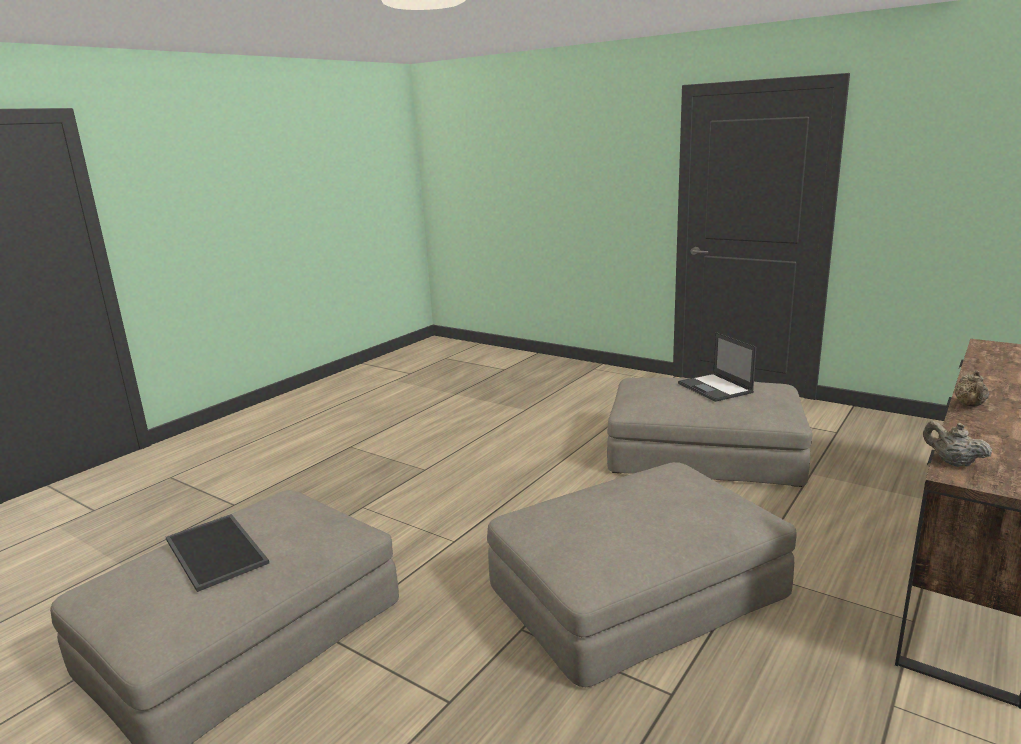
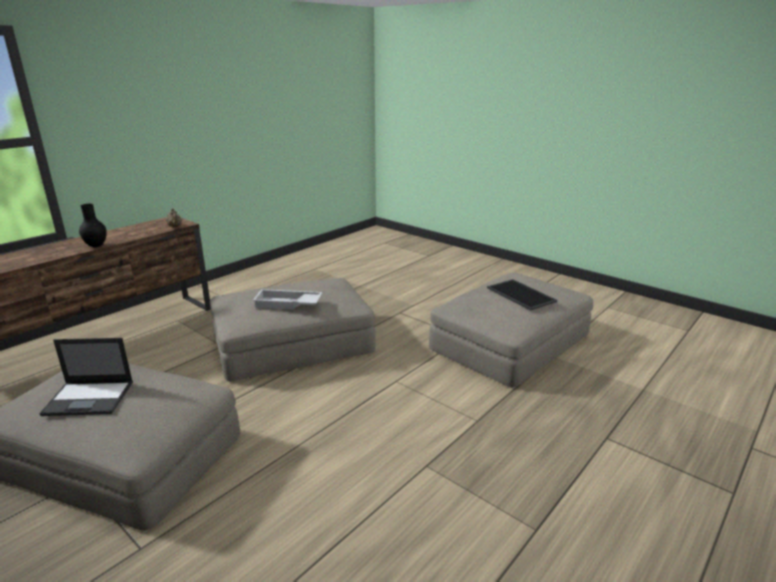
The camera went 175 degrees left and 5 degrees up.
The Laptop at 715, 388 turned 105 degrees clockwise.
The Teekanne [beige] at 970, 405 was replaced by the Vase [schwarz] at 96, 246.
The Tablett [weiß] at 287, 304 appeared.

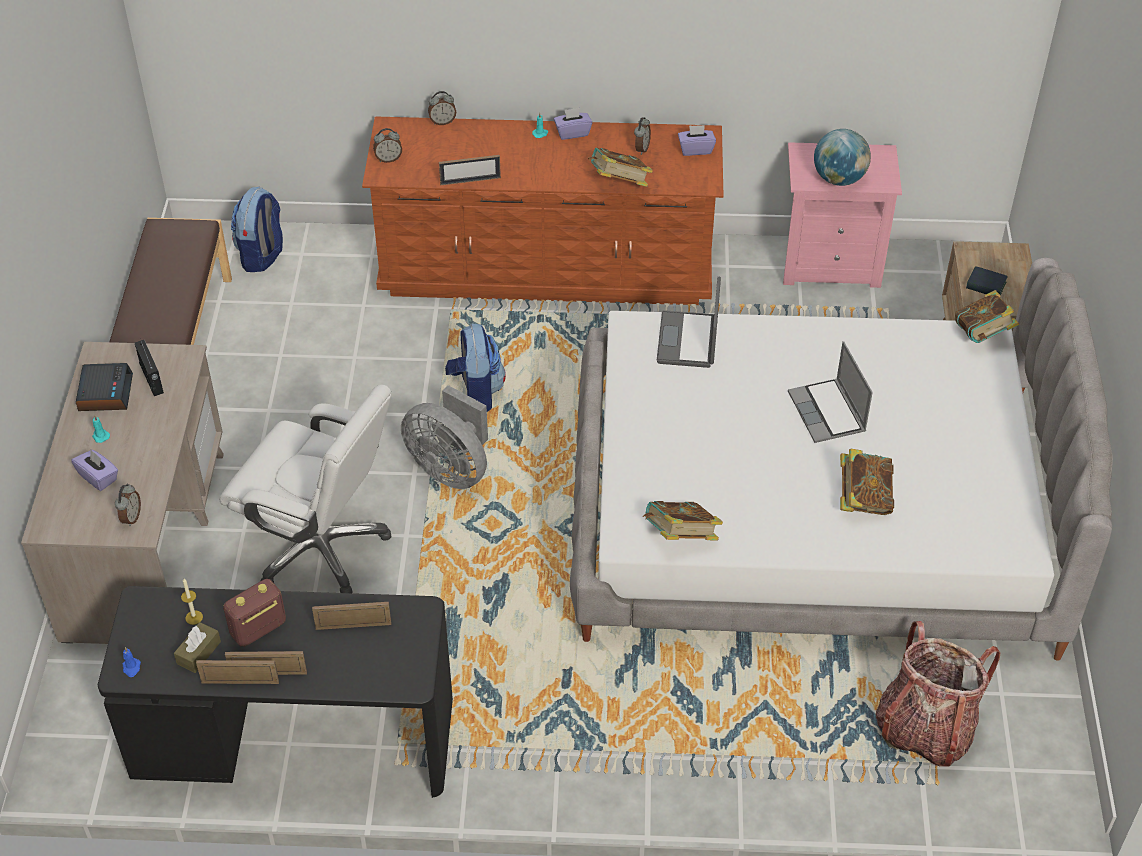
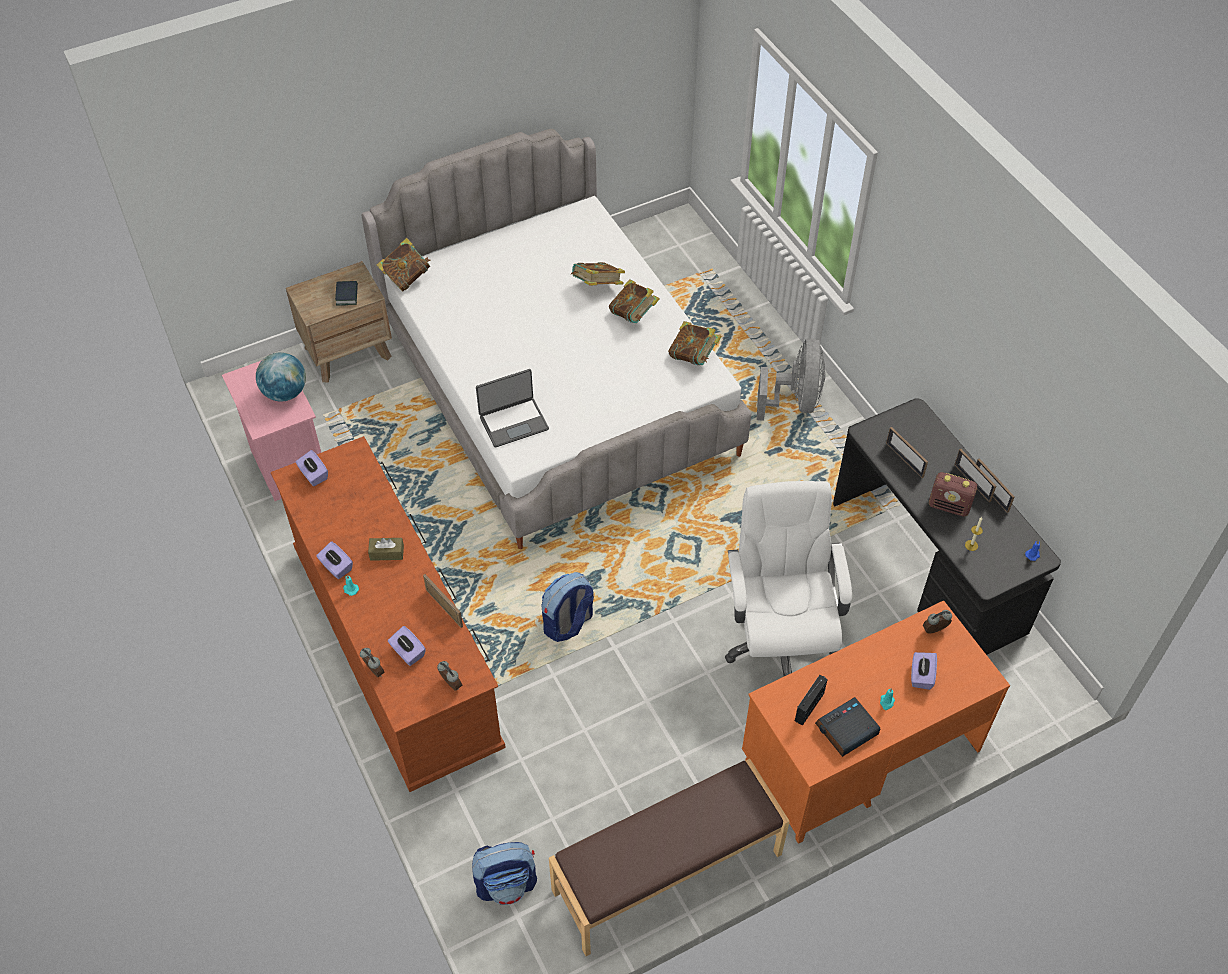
The camera went 120 degrees left and 5 degrees up.
The Taschentuchbox [braun] moved from 199, 652 to 387, 553.
The Taschentuchbox [lila] at 408, 652 appeared.
The Buch moved from 619, 184 to 633, 315.
The Schreibtisch [beige] at 145, 541 became the Schreibtisch [orange] at 859, 757.
The Ventilator [grau] moved from 451, 468 to 795, 401.
The Wecker at 641, 149 disappeared.
The Laptop at 828, 413 disappeared.
The Rucksack at 925, 729 disappeared.

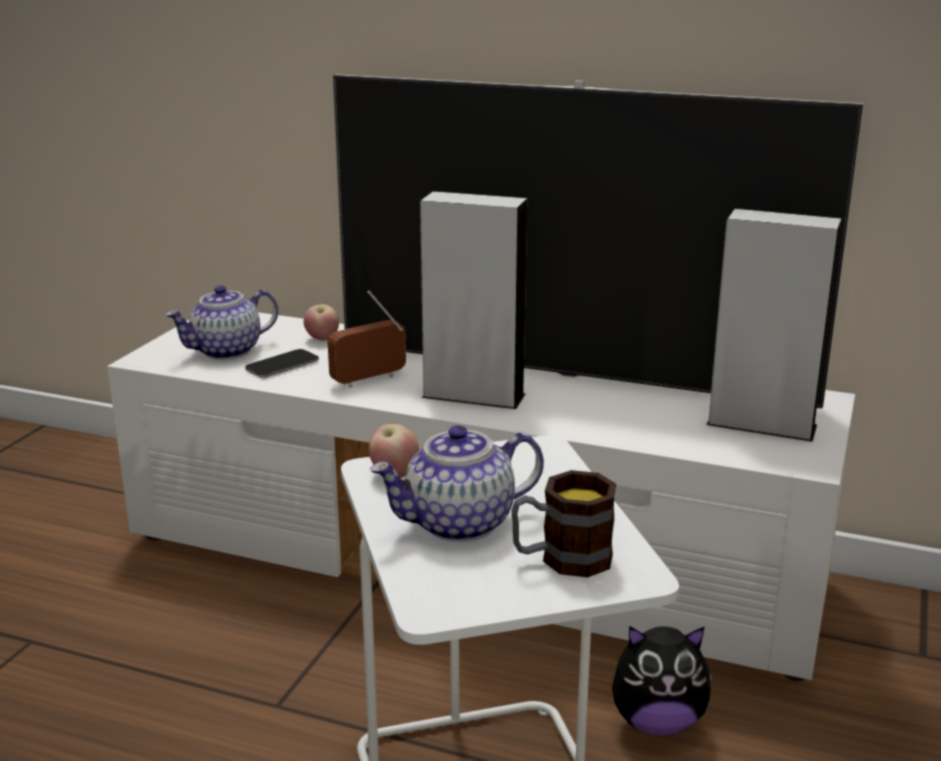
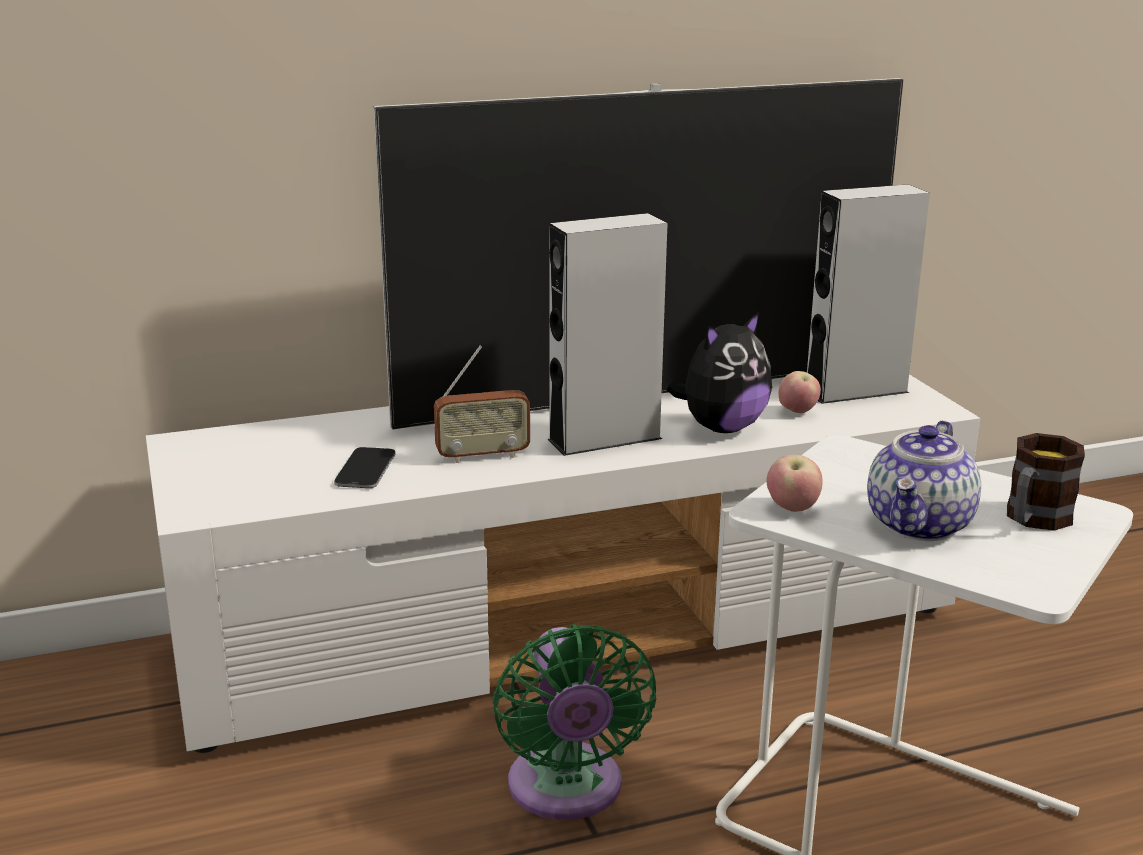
The camera went 40 degrees left and 0 degrees up.
The Radio at 369, 380 turned 120 degrees counterclockwise.
The Ventilator [grün] at 567, 791 appeared.
The Plüschtier moved from 657, 722 to 721, 428.
The Apfel moved from 322, 339 to 797, 412.
The Teekanne at 226, 351 disappeared.

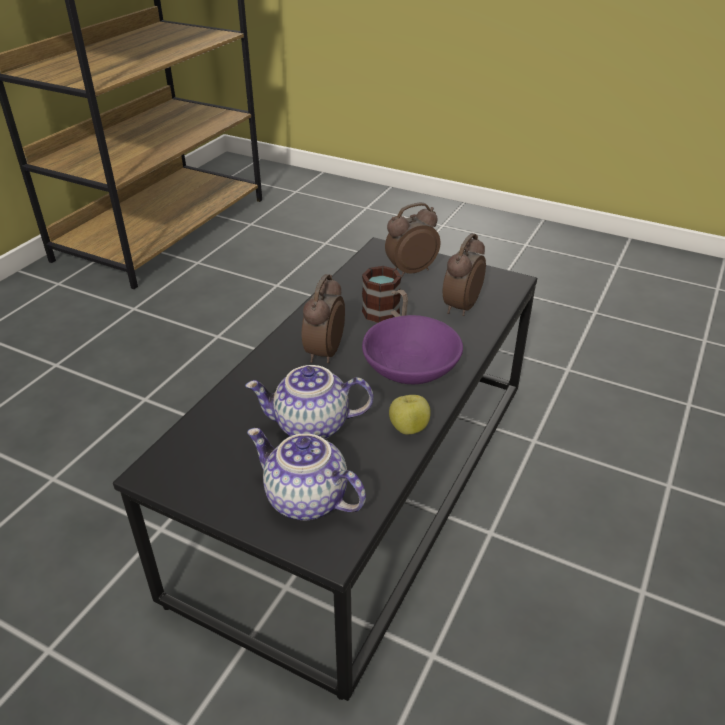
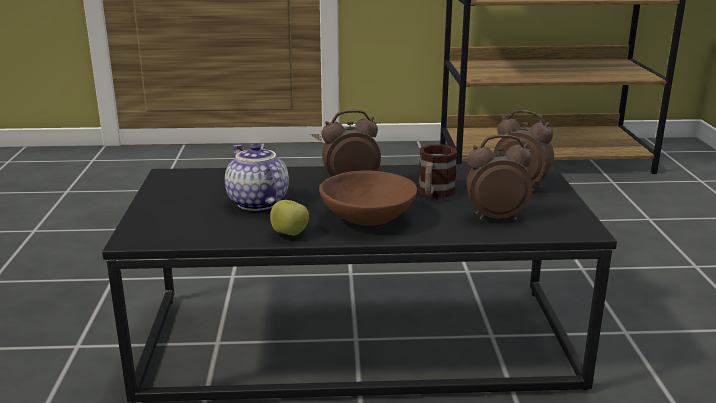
The camera went 60 degrees right and 15 degrees down.
The Schüssel [lila] at 410, 370 became the Schüssel [braun] at 368, 218.
The Teekanne at 304, 500 disappeared.

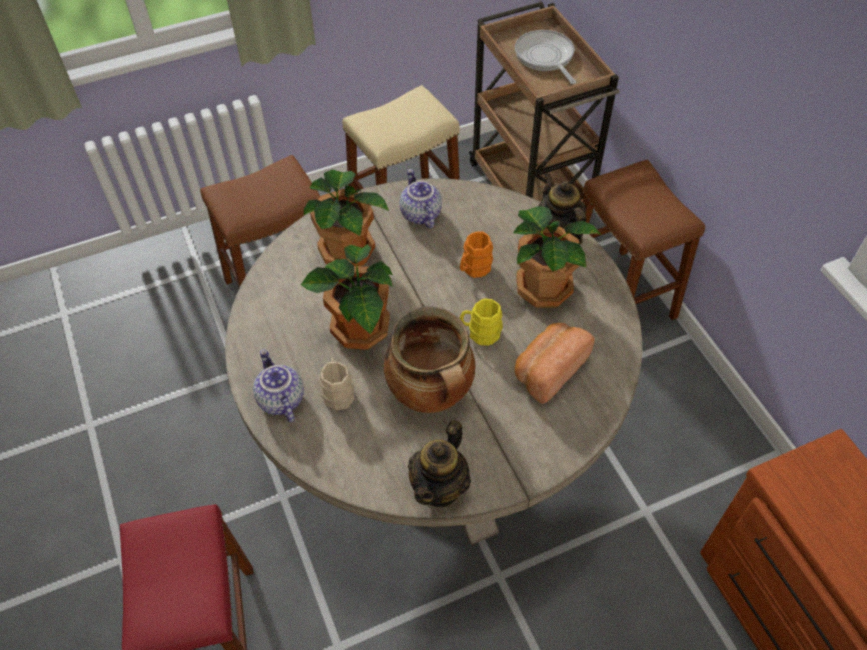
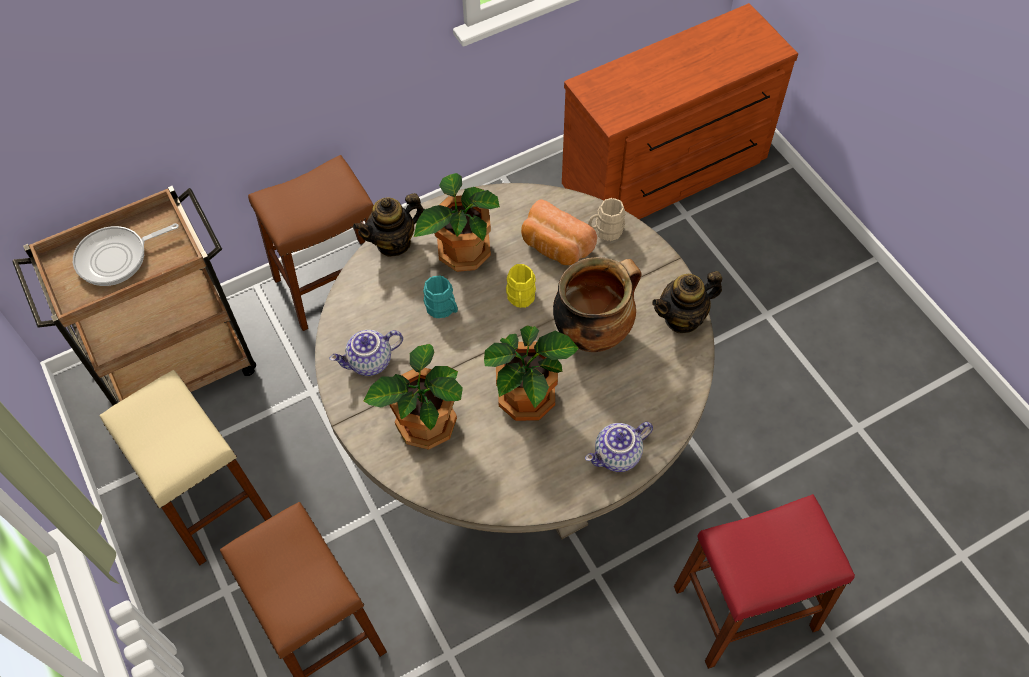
The camera went 95 degrees left and 5 degrees up.
The Henkelbecher [orange] at 474, 269 became the Henkelbecher [türkis] at 443, 309.
The Henkelbecher [beige] moved from 338, 392 to 605, 231.
The Teekanne at 440, 487 turned 135 degrees clockwise.

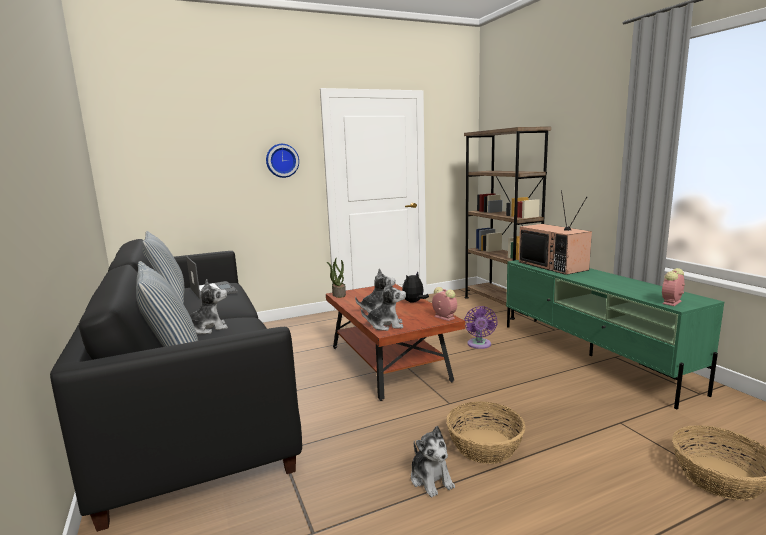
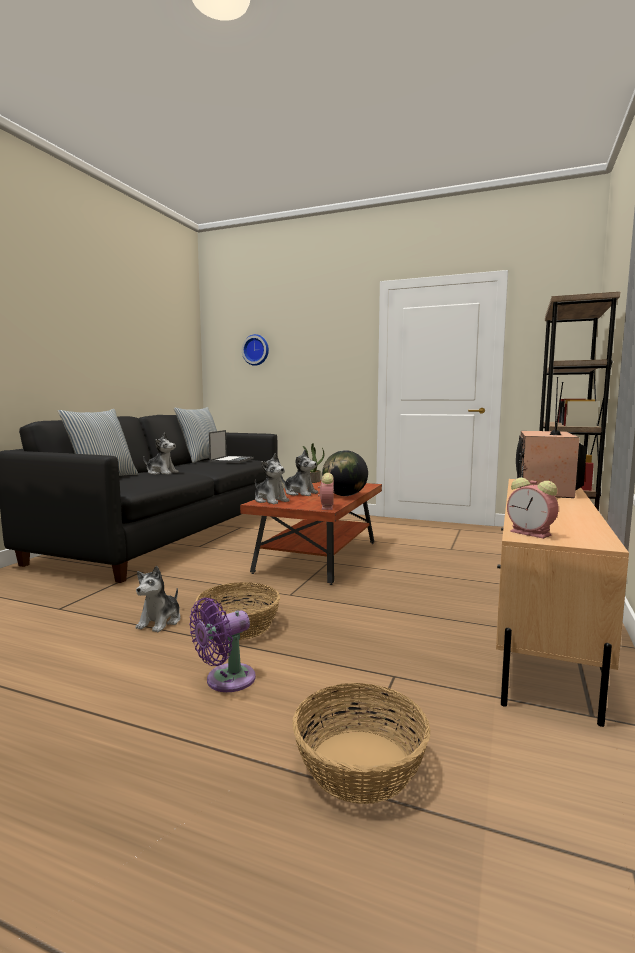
The camera went 45 degrees right and 5 degrees down.
The Ventilator [lila] moved from 479, 345 to 225, 680.
The Wanduhr moved from 282, 160 to 256, 350.
The Plüschtier at 414, 302 was replaced by the Globus at 344, 495.
The Fernsehschrank [grün] at 591, 356 became the Fernsehschrank [beige] at 540, 625.
The Wecker at 671, 303 turned 135 degrees counterclockwise.

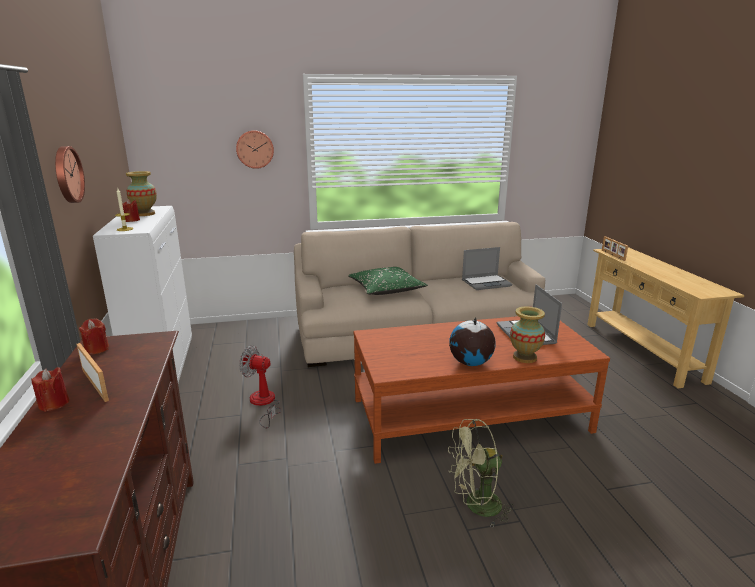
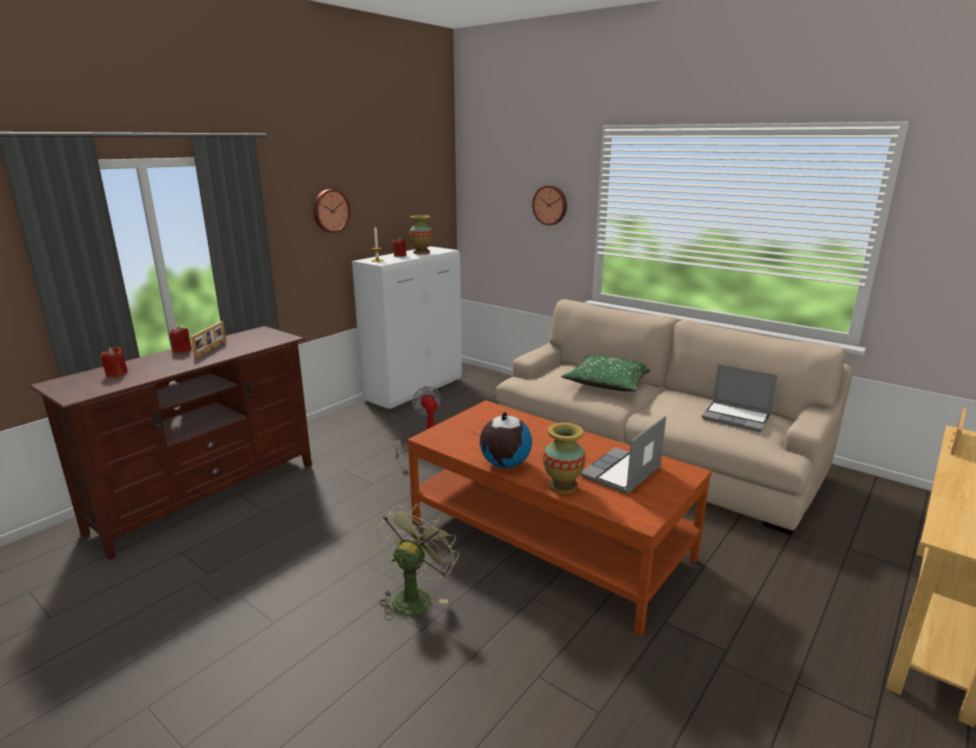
The camera went 50 degrees right and 0 degrees up.
The Kerze [rot] moved from 97, 349 to 116, 374.
The Ventilator [grün] at 476, 507 turned 75 degrees clockwise.

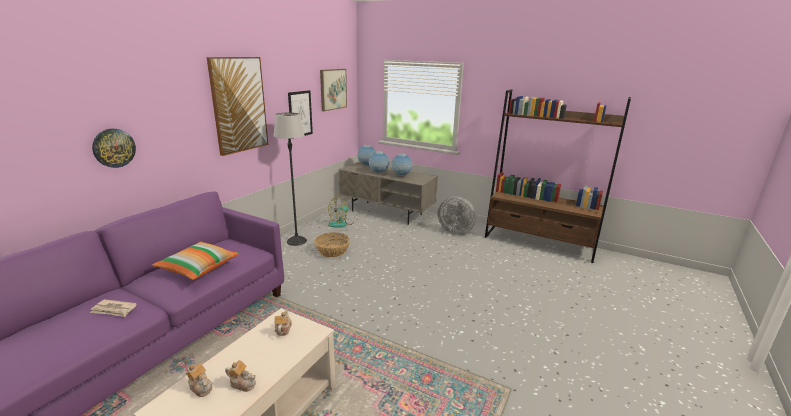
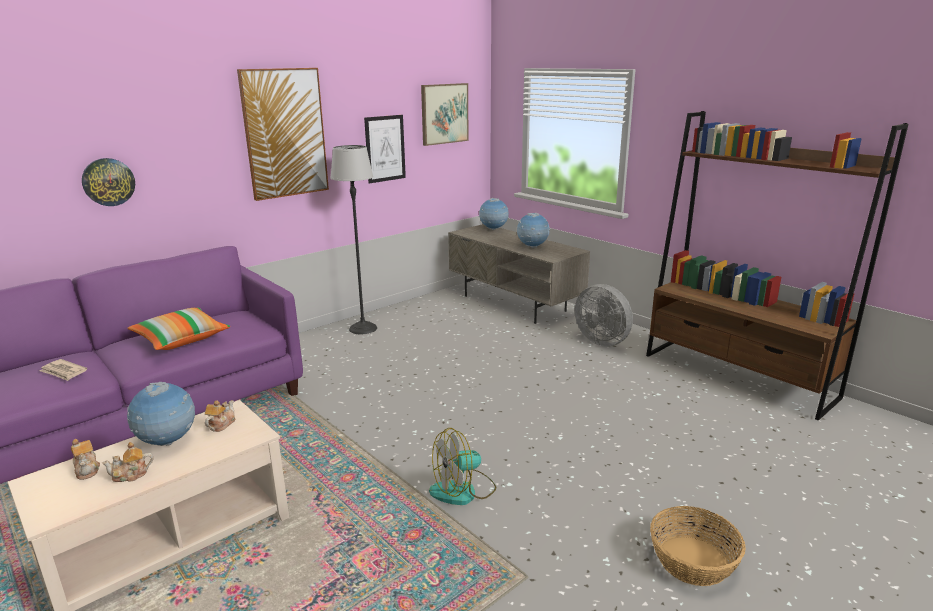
The camera went 20 degrees right and 0 degrees up.
The Teekanne at 242, 383 turned 120 degrees clockwise.
The Globus moved from 378, 173 to 168, 442.
The Ventilator moved from 341, 223 to 463, 490.
The Korb moved from 332, 251 to 692, 560.

